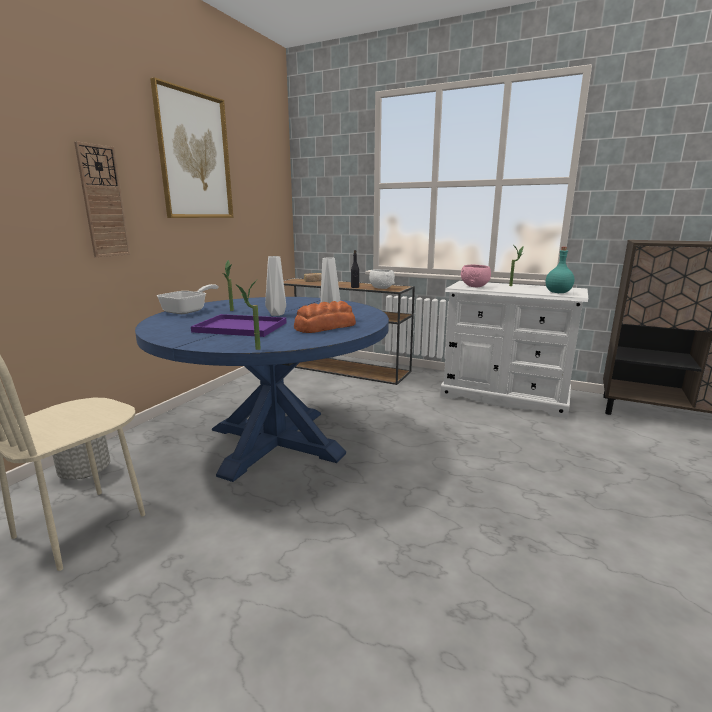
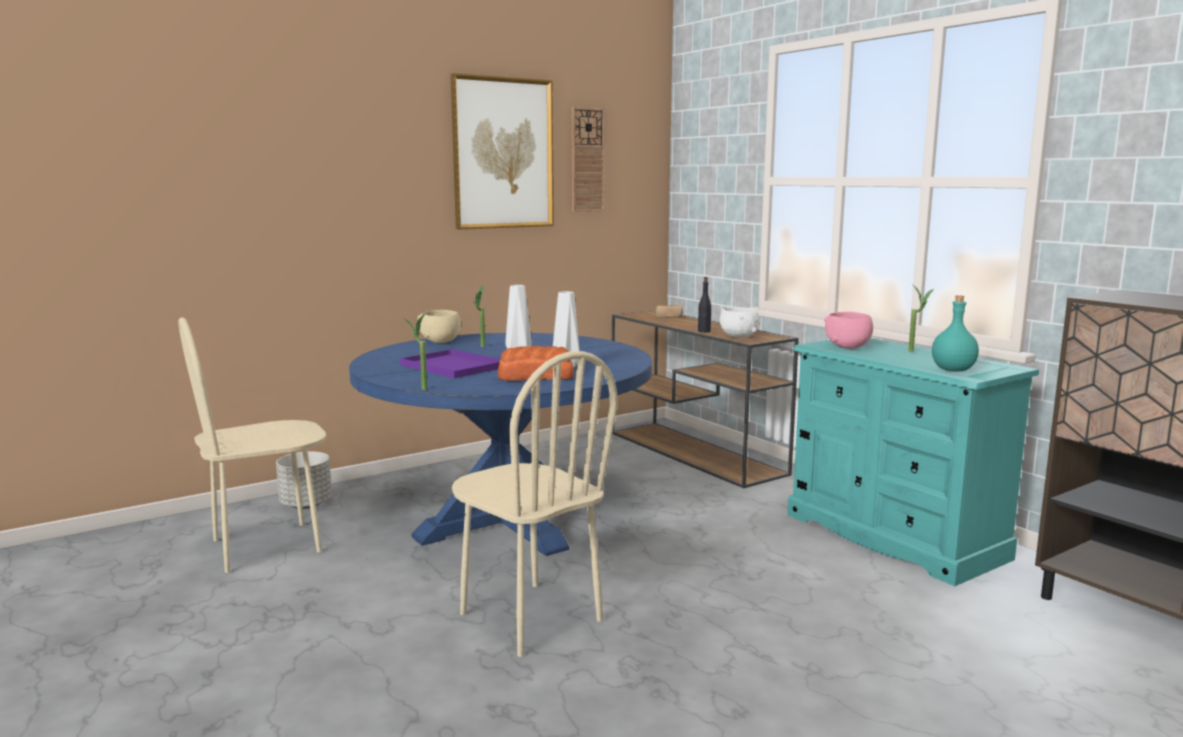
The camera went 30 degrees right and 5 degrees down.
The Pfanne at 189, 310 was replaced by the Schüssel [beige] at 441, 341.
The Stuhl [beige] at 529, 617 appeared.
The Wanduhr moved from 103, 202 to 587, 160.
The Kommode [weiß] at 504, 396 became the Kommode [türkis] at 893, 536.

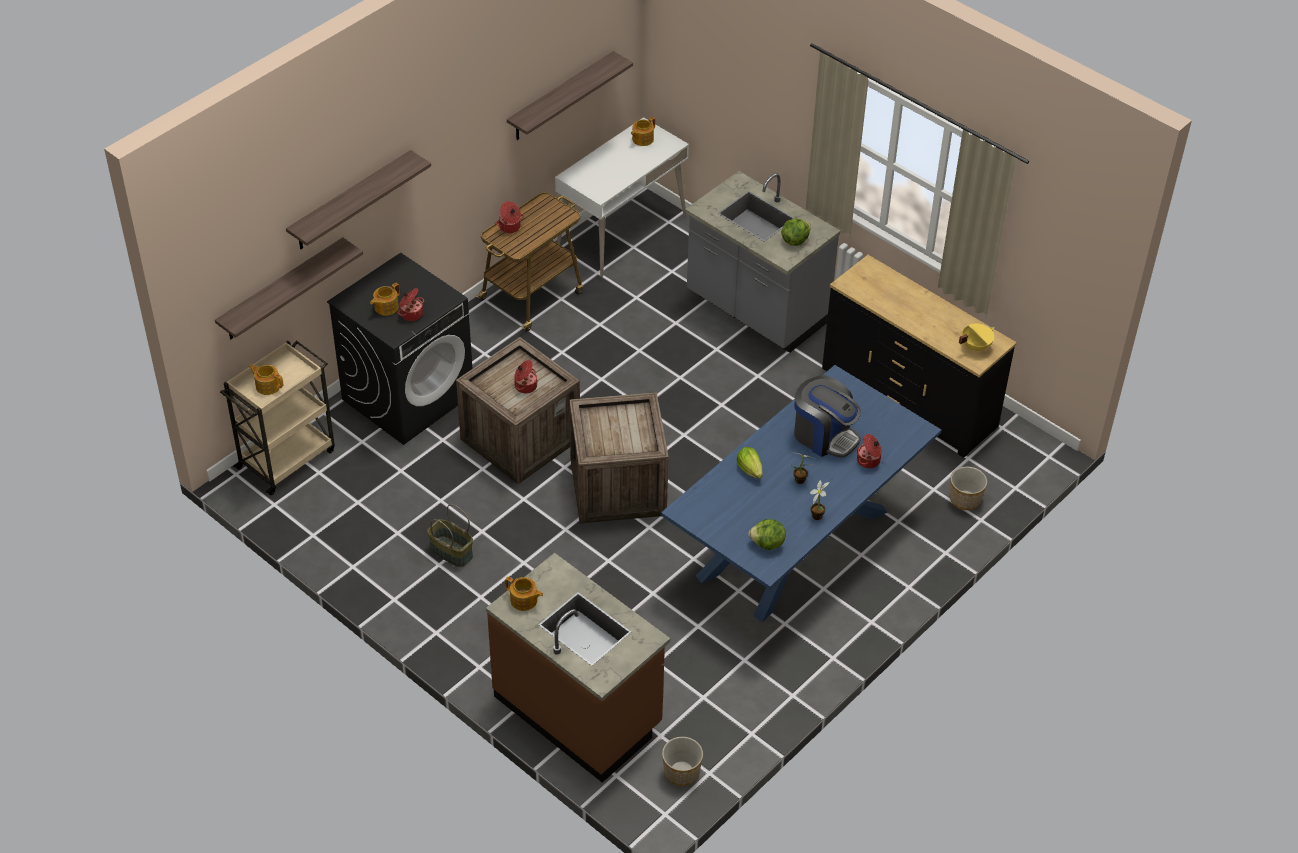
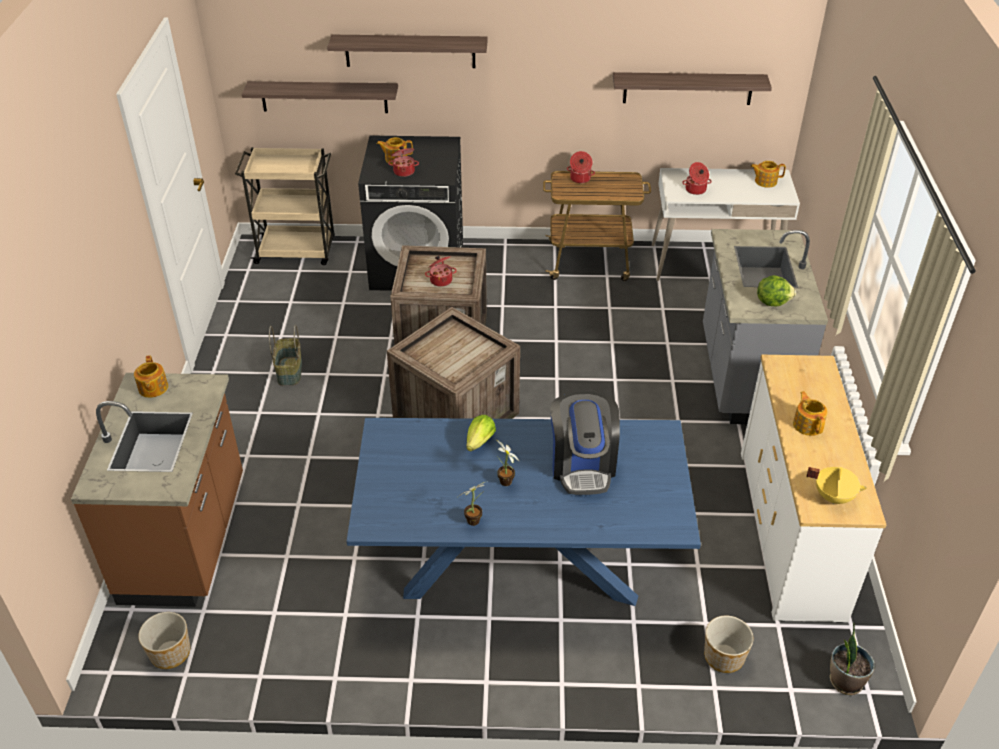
The camera went 50 degrees right and 5 degrees down.
The Kochtopf moved from 869, 461 to 695, 190.
The Kommode [schwarz] at 909, 397 became the Kommode [weiß] at 791, 532.
The Teekanne moved from 267, 385 to 808, 424.
The Topfpflanze at 845, 681 appeared.
The Salatkopf at 767, 544 disappeared.

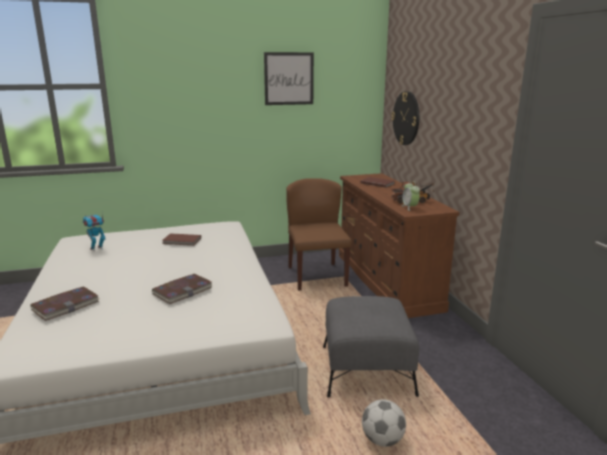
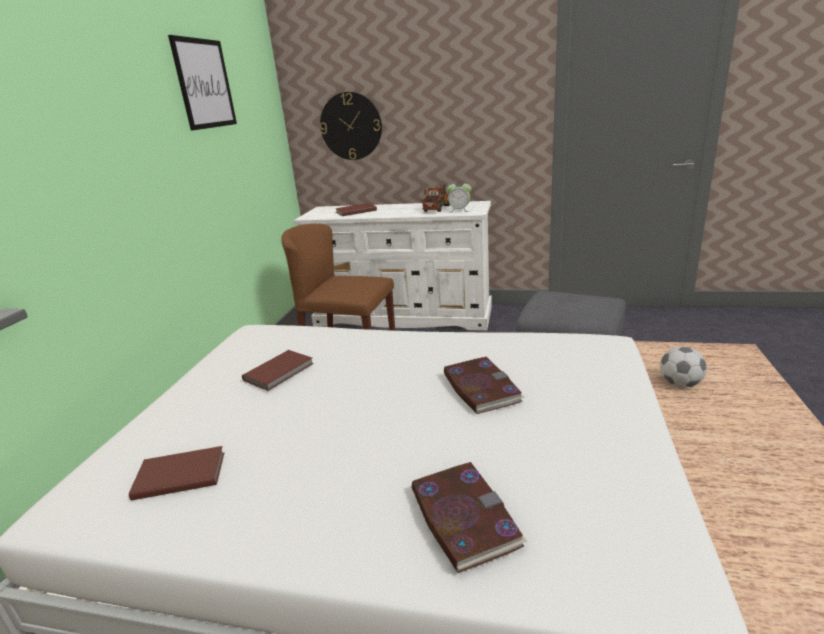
The camera went 60 degrees left and 5 degrees up.
The Spielzeugroboter at 97, 249 was replaced by the Buch [braun] at 179, 474.
The Kommode [braun] at 387, 280 became the Kommode [weiß] at 404, 316.

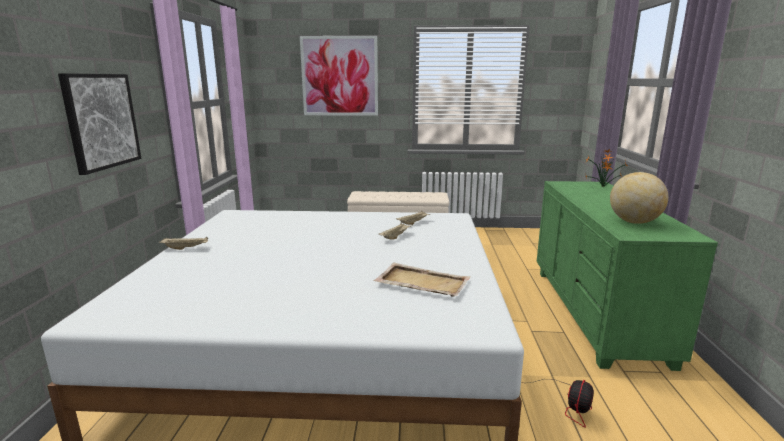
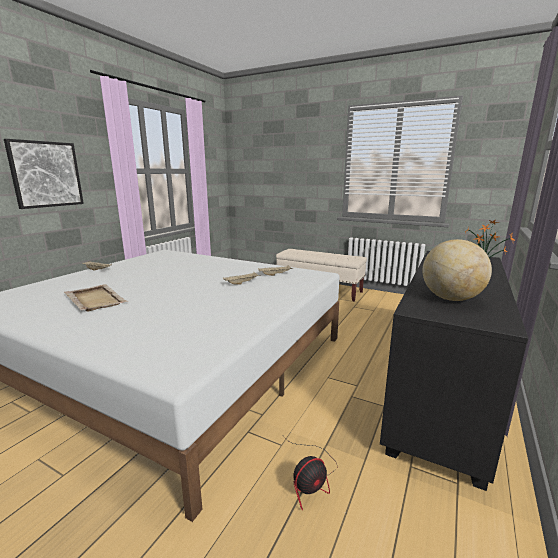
The camera went 25 degrees right and 0 degrees up.
The Tablett [beige] moved from 421, 282 to 95, 299.
The Kommode [grün] at 595, 313 became the Kommode [schwarz] at 440, 396.
The Bild at 339, 76 disappeared.

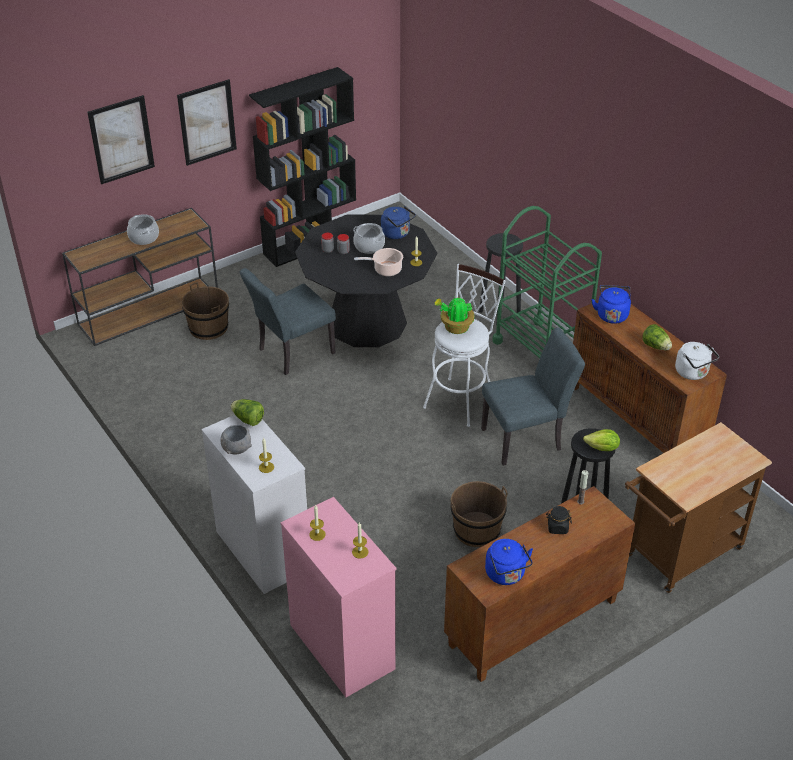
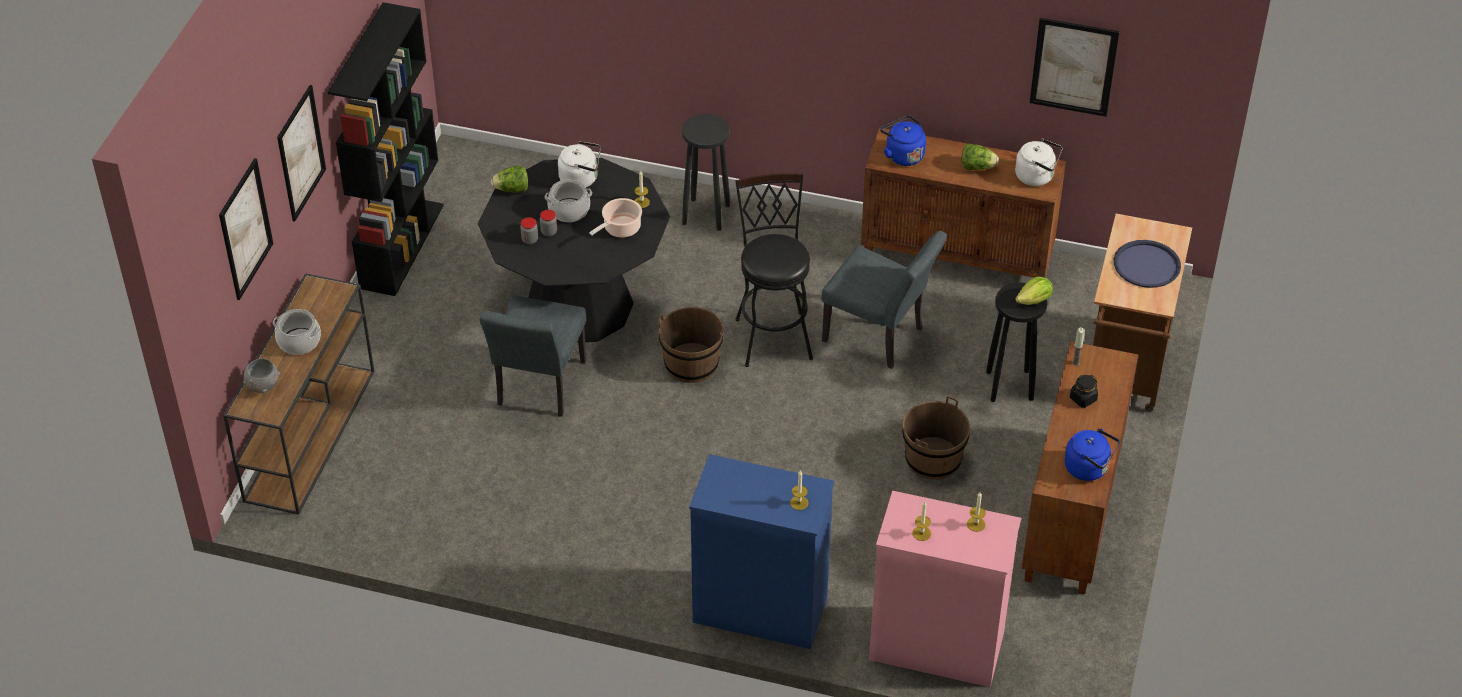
The camera went 40 degrees left and 5 degrees up.
The Schüssel [grau] moved from 236, 449 to 262, 386.
The Salatkopf moved from 248, 420 to 512, 189.
The Wasserkessel [blau] at 397, 234 became the Wasserkessel [weiß] at 581, 179.
The Eimer [braun] moved from 208, 328 to 691, 363.
The Kommode [weiß] at 262, 550 became the Kommode [blau] at 758, 609.
The Hocker [weiß] at 462, 398 became the Hocker [schwarz] at 773, 333.
The Stuhl [grau] at 527, 438 turned 90 degrees clockwise.
The Bild at 1073, 67 appeared.
The Tablett [blau] at 1146, 265 appeared.
The Topfpflanze at 455, 328 disappeared.
The Rollwagen [grün] at 541, 351 disappeared.

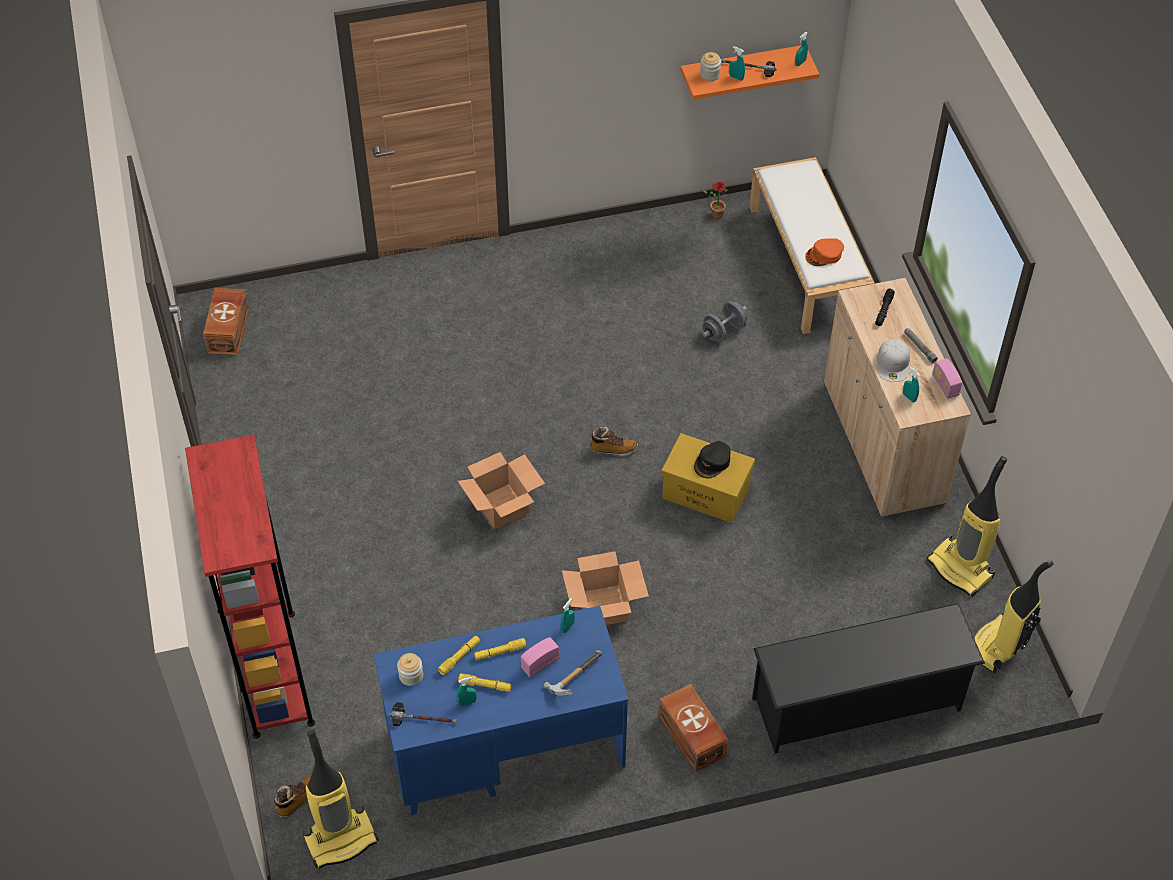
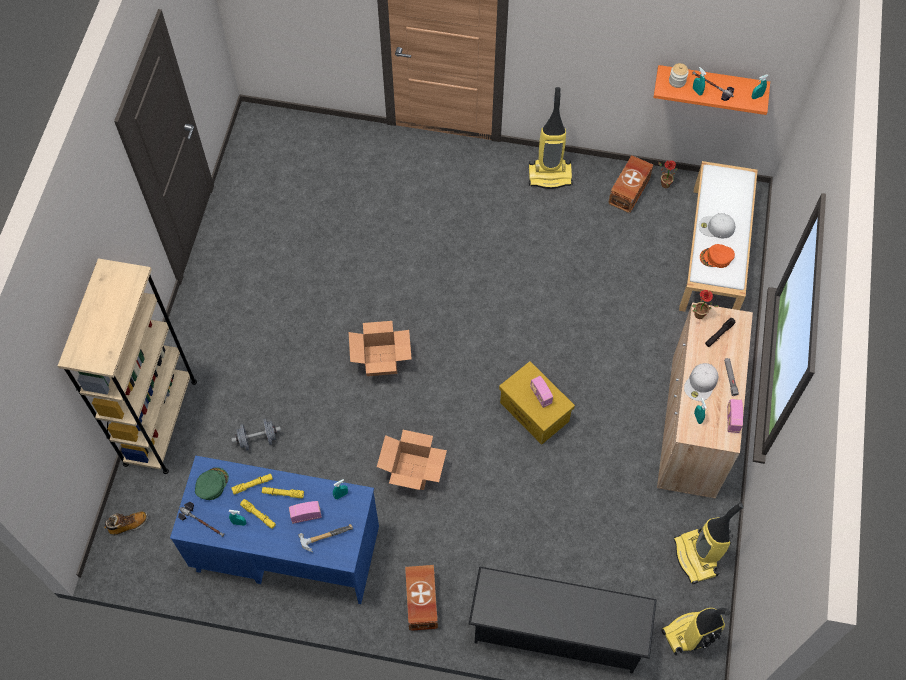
The camera went 25 degrees right and 10 degrees up.
The Bücherregal [rot] at 274, 673 became the Bücherregal [beige] at 160, 422.
The Vorratsglas at 411, 676 was replaced by the Kappe [grün] at 211, 484.
The Hantel [grau] moved from 724, 331 to 258, 439.
The Staubsauger moved from 341, 838 to 550, 175.
The Kappe [schwarz] at 712, 462 was replaced by the Radio at 540, 395.
The Aufbewahrungsbox [braun] moved from 229, 330 to 630, 190.
The Topfpflanze at 698, 316 appeared.
The Kappe [weiß] at 716, 227 appeared.
The Stiefel at 613, 449 disappeared.

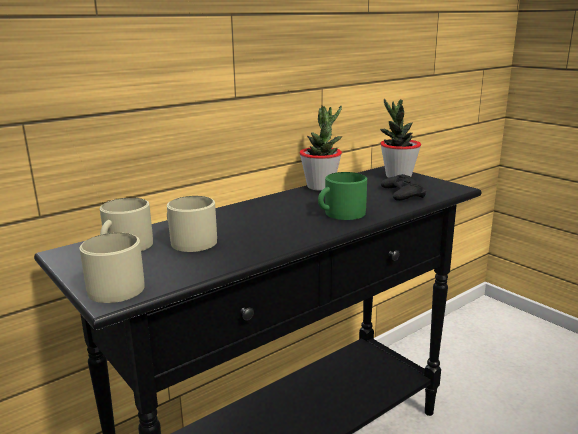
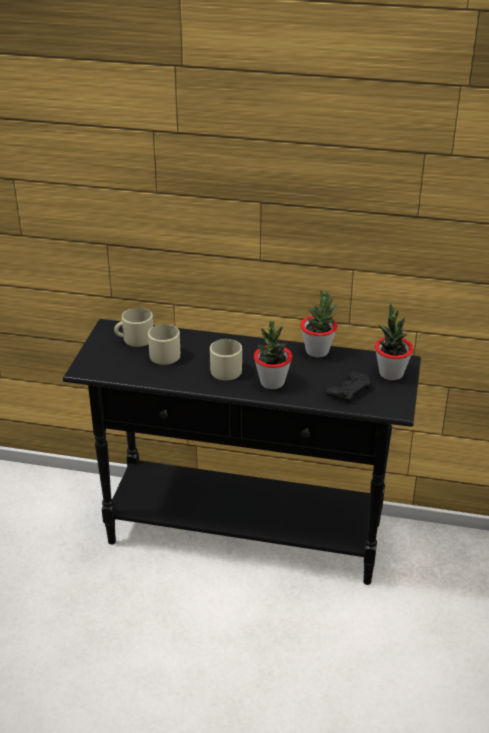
The camera went 50 degrees right and 15 degrees up.
The Henkelbecher [beige] moved from 111, 287 to 225, 368.
The Henkelbecher [grün] at 340, 213 was replaced by the Topfpflanze at 272, 382.

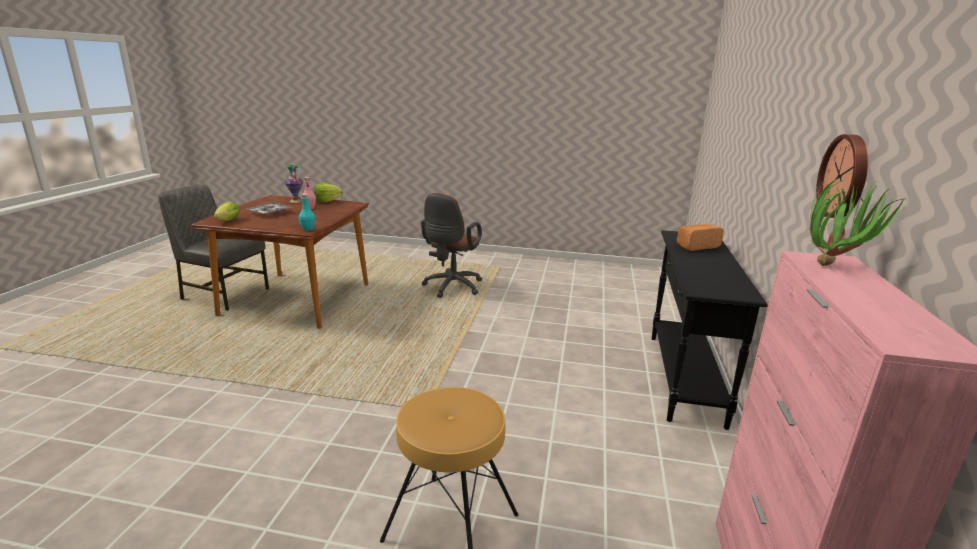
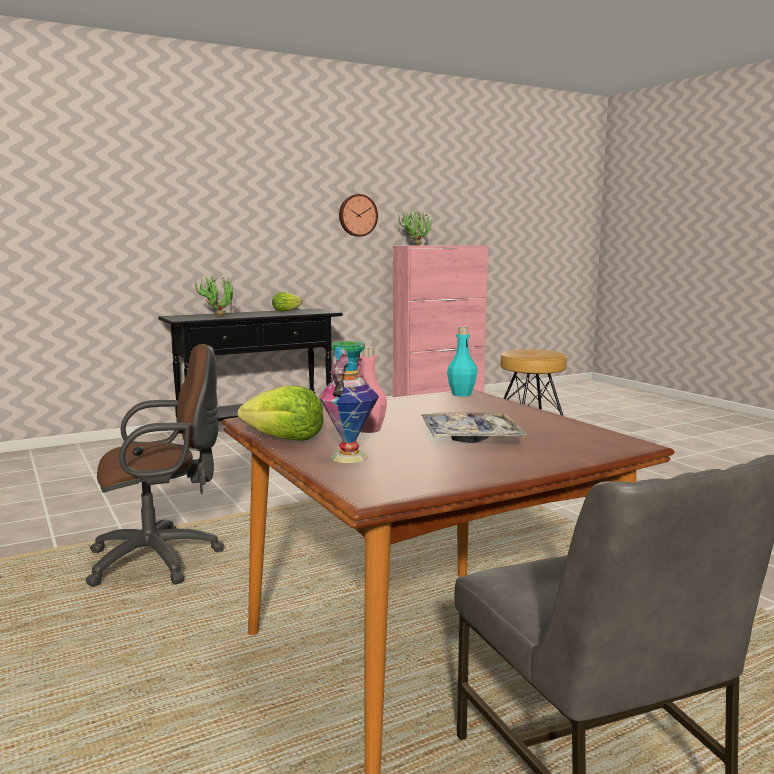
The camera went 130 degrees left and 10 degrees down.
The Brot at 696, 246 was replaced by the Topfpflanze at 216, 316.
The Salatkopf moved from 227, 221 to 287, 311.

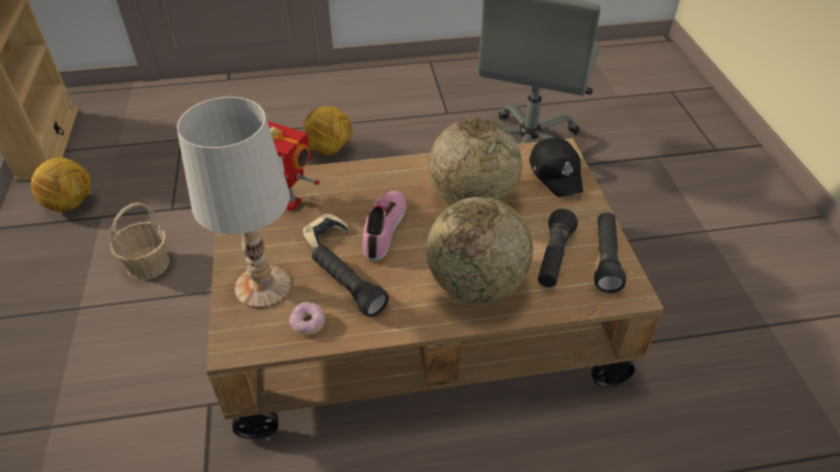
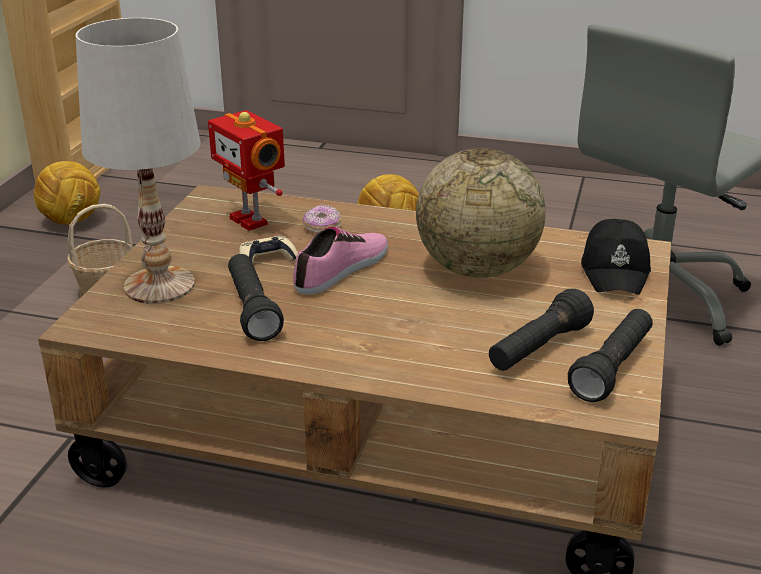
The camera went 25 degrees right and 15 degrees down.
The Donut moved from 308, 324 to 322, 227.
The Globus at 476, 284 disappeared.

